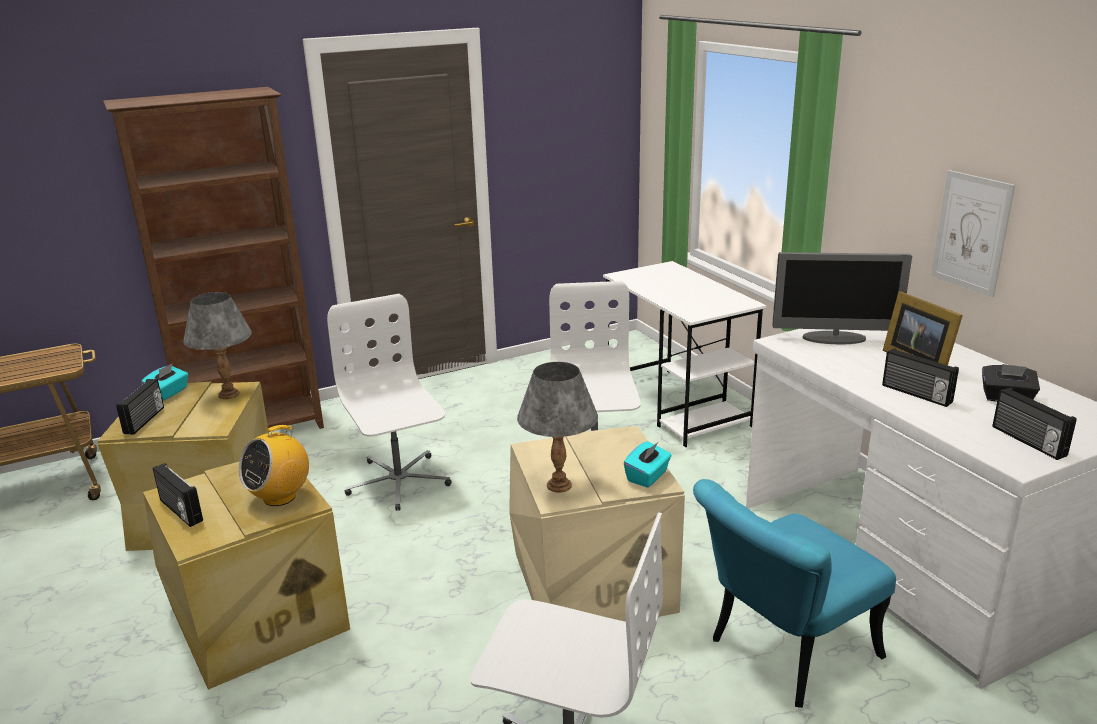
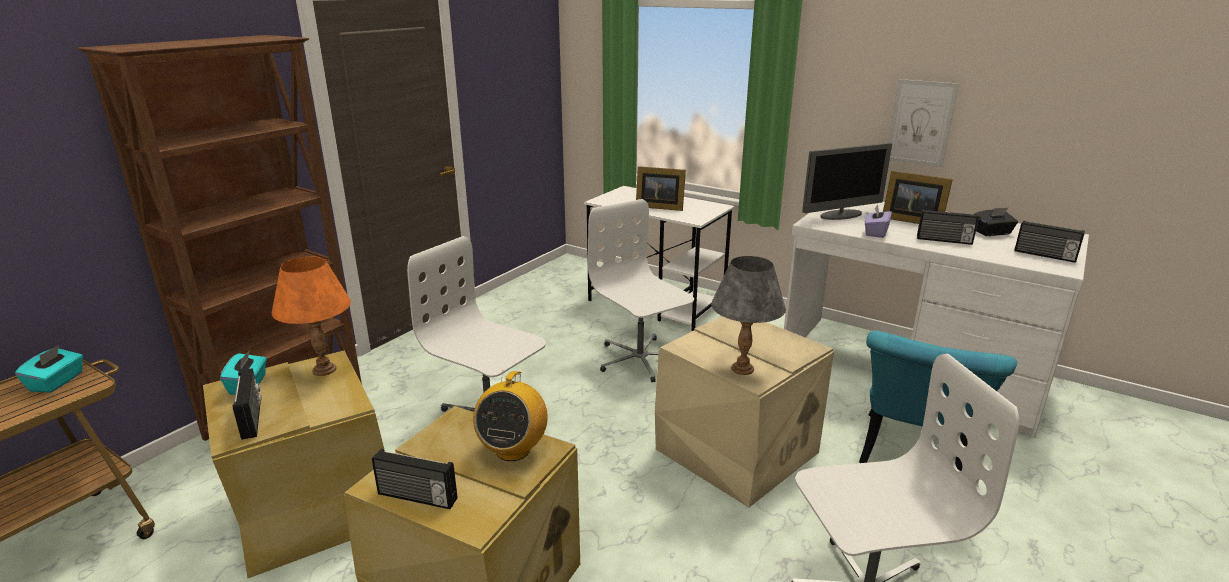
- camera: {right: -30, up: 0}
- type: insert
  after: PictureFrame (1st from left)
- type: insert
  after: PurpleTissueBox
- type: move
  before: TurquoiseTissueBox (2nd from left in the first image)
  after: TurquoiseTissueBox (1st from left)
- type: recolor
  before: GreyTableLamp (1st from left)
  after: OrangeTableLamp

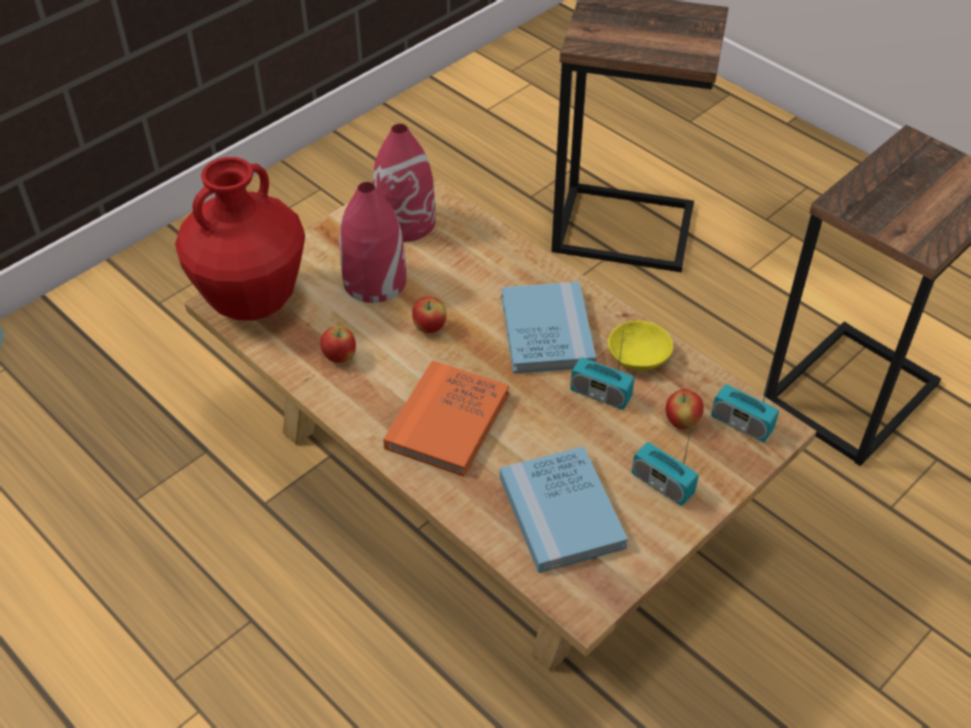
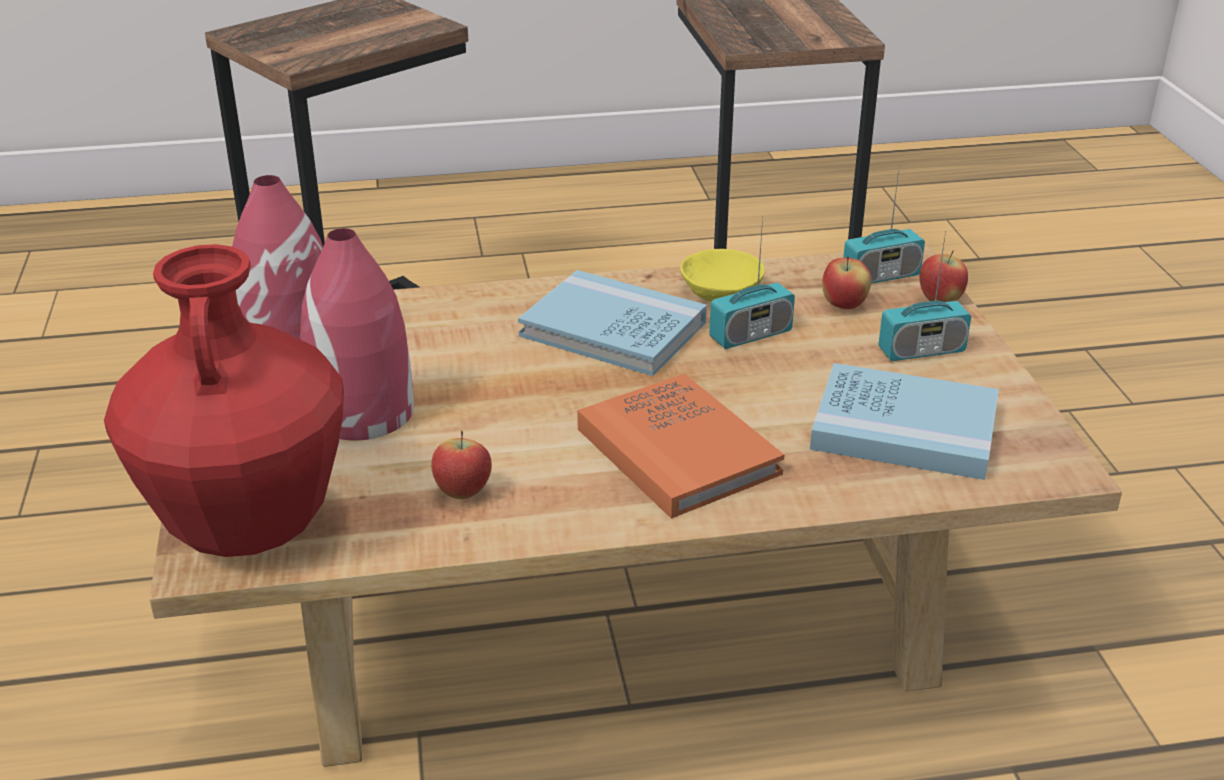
- camera: {right: -55, up: -15}
- type: move
  before: Apple (2nd from left in the first image)
  after: Apple (3rd from left)

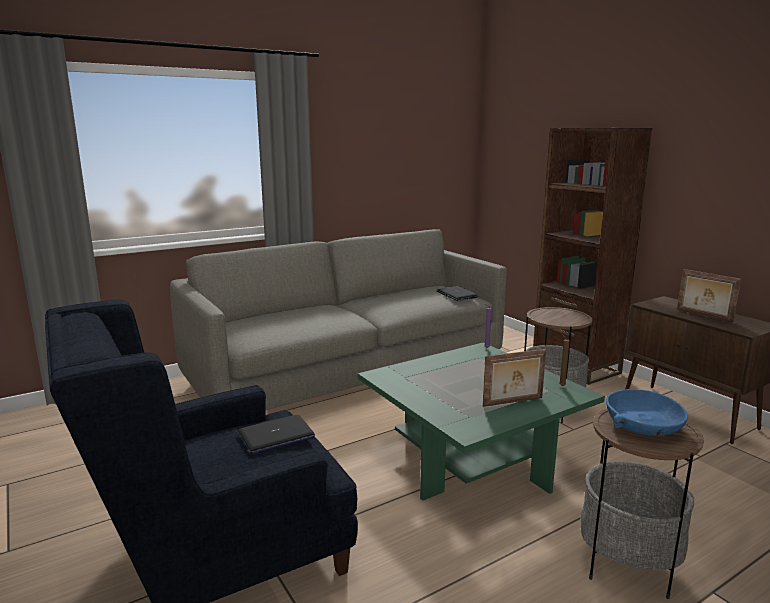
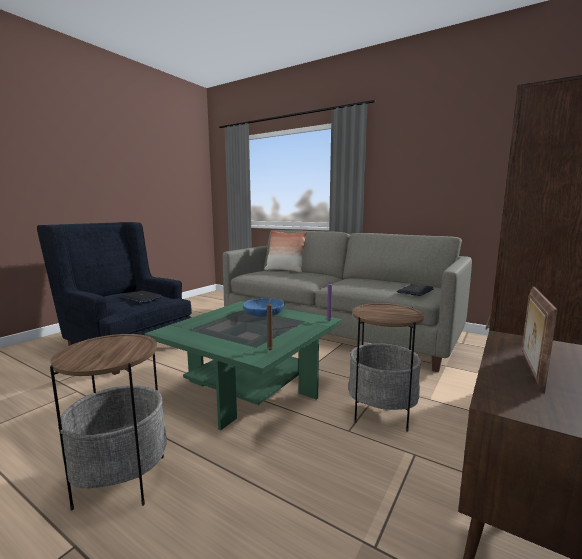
- camera: {right: 65, up: -5}
- type: delete
  before: PictureFrame (1st from left)
- type: insert
  after: Pillow
- type: move
  before: BlueBowl

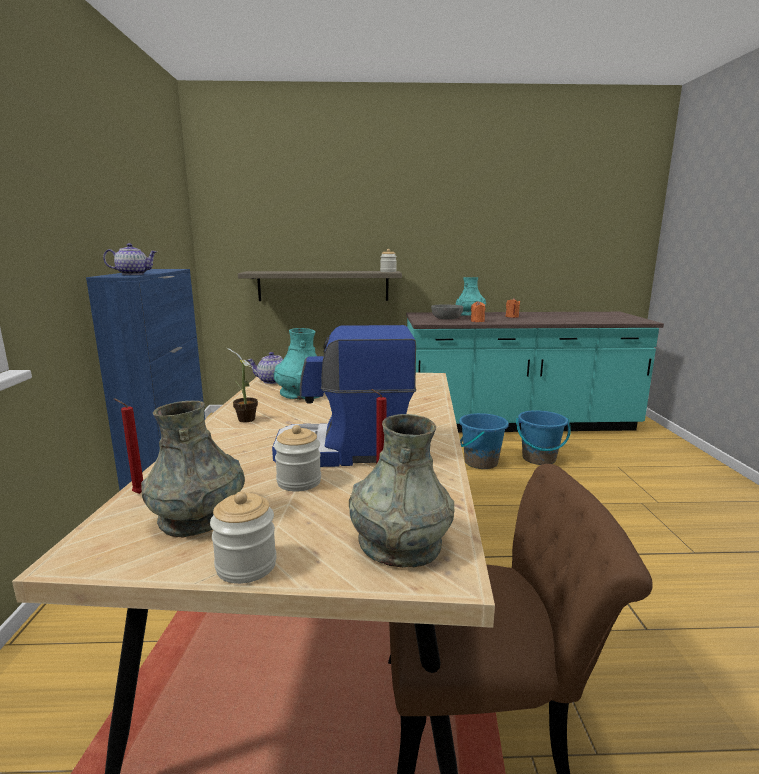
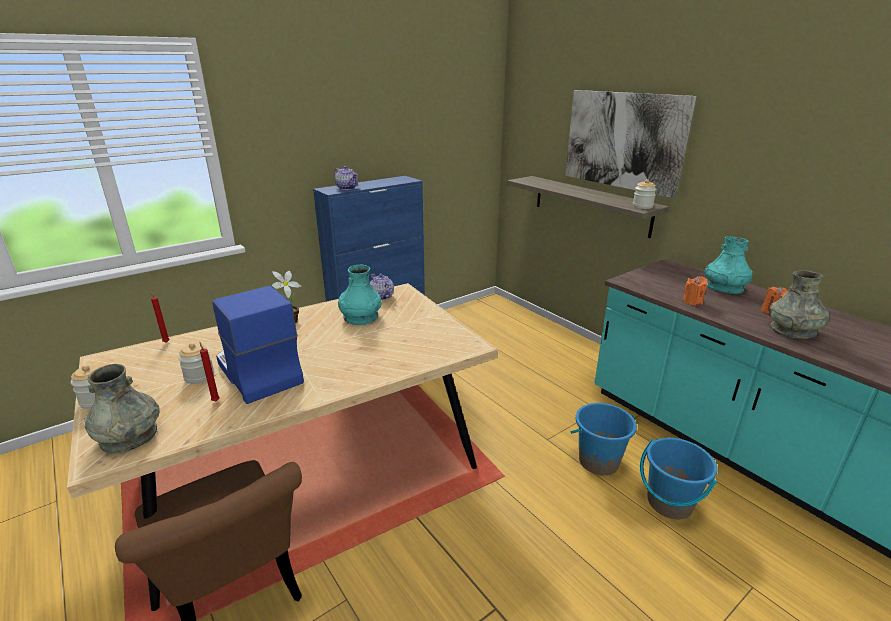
- camera: {right: 55, up: 10}
- type: delete
  before: GreyBowl
- type: insert
  after: Picture
- type: move
  before: GreyVase (1st from left in the first image)
  after: GreyVase (2nd from left)

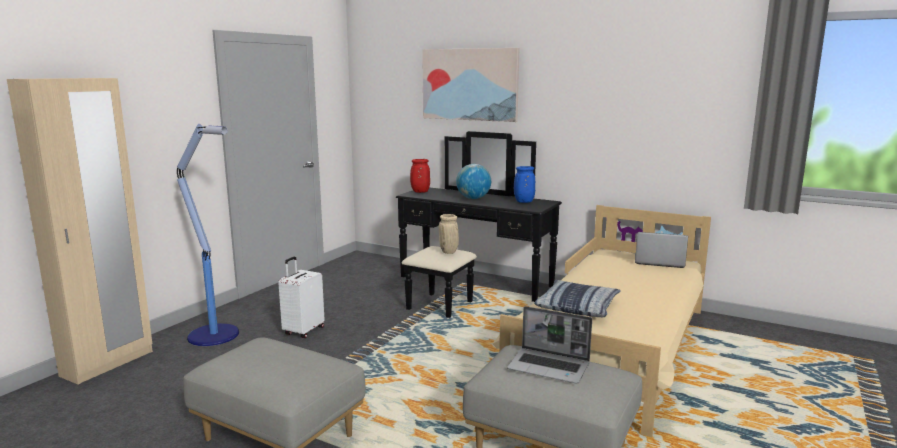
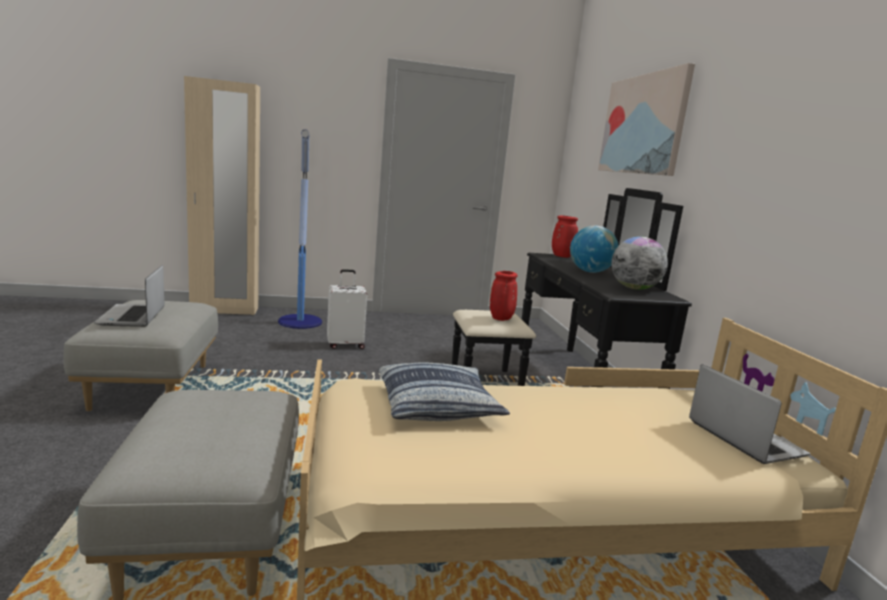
- camera: {right: 50, up: 0}
- type: move
  before: Laptop (1st from left)
- type: replace
  before: BlueVase
  after: Globe (2nd from left)
- type: recolor
  before: BeigeVase
  after: RedVase (1st from left)

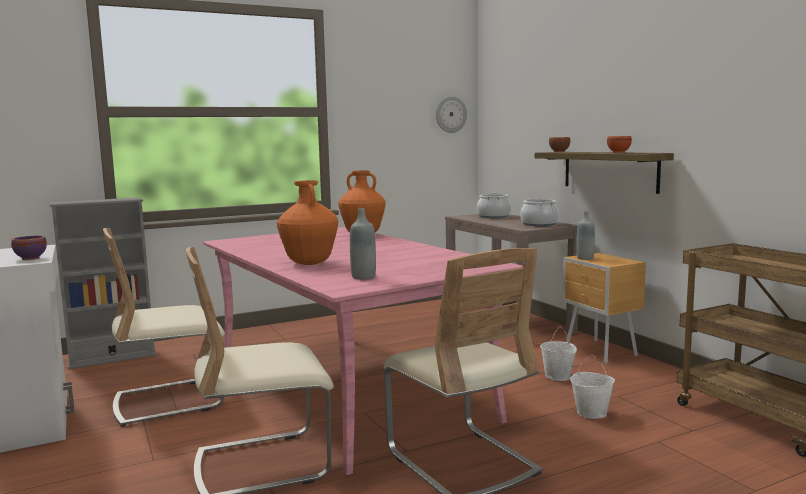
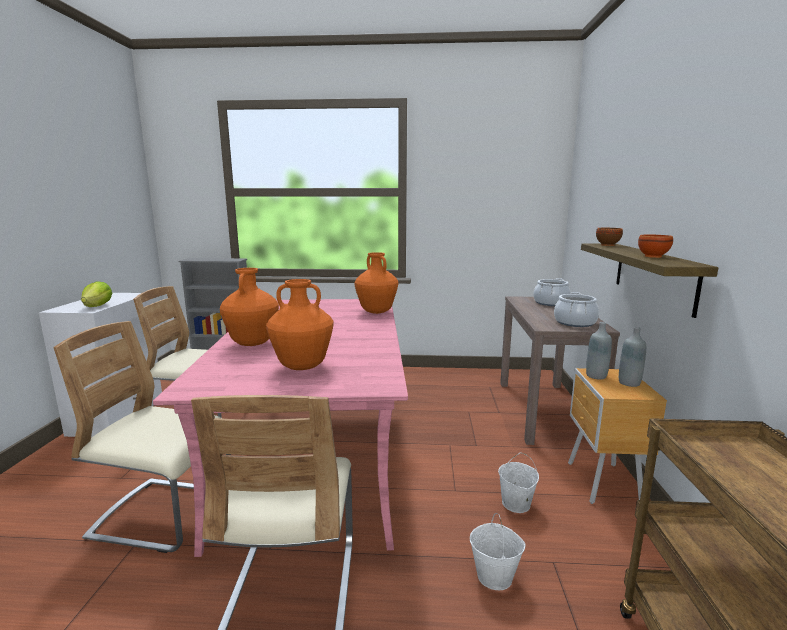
- camera: {right: 30, up: 5}
- type: delete
  before: WallClock
- type: insert
  after: OrangeVase (2nd from left)
- type: move
  before: GreyBottle (1st from left in the first image)
  after: GreyBottle (2nd from left)
- type: replace
  before: PurpleBowl
  after: Lettuce

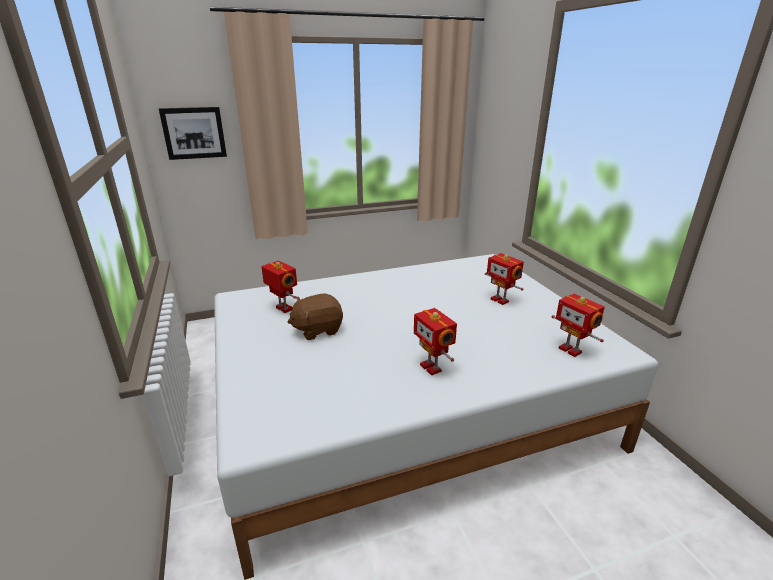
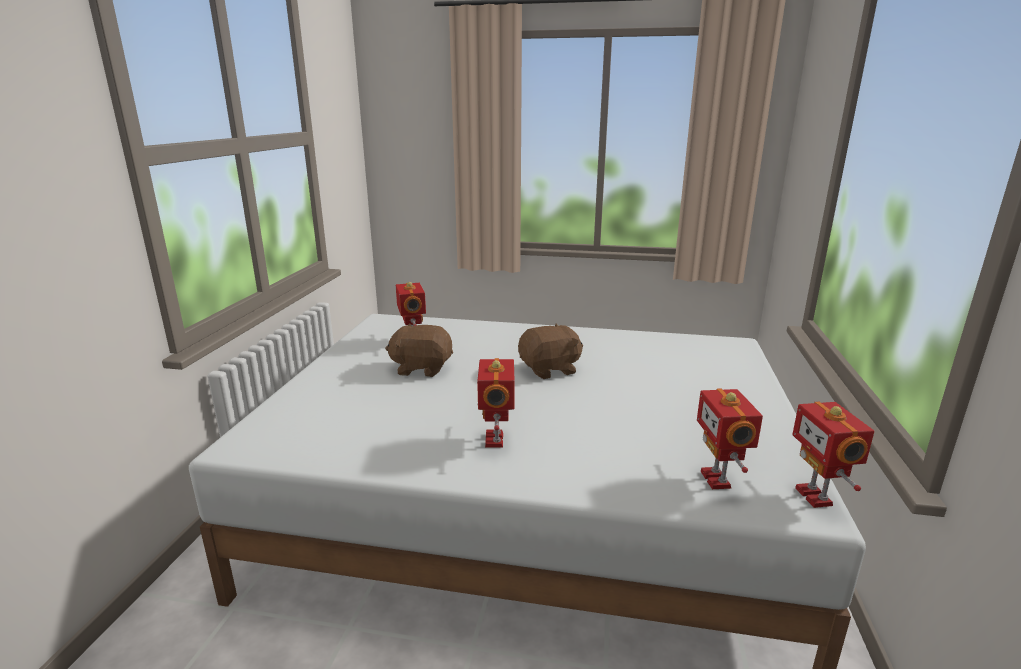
- camera: {right: 30, up: -5}
- type: delete
  before: Picture
- type: insert
  after: BrownPlushToy (2nd from left)
- type: move
  before: ToyRobot (3rd from left in the first image)
  after: ToyRobot (4th from left)

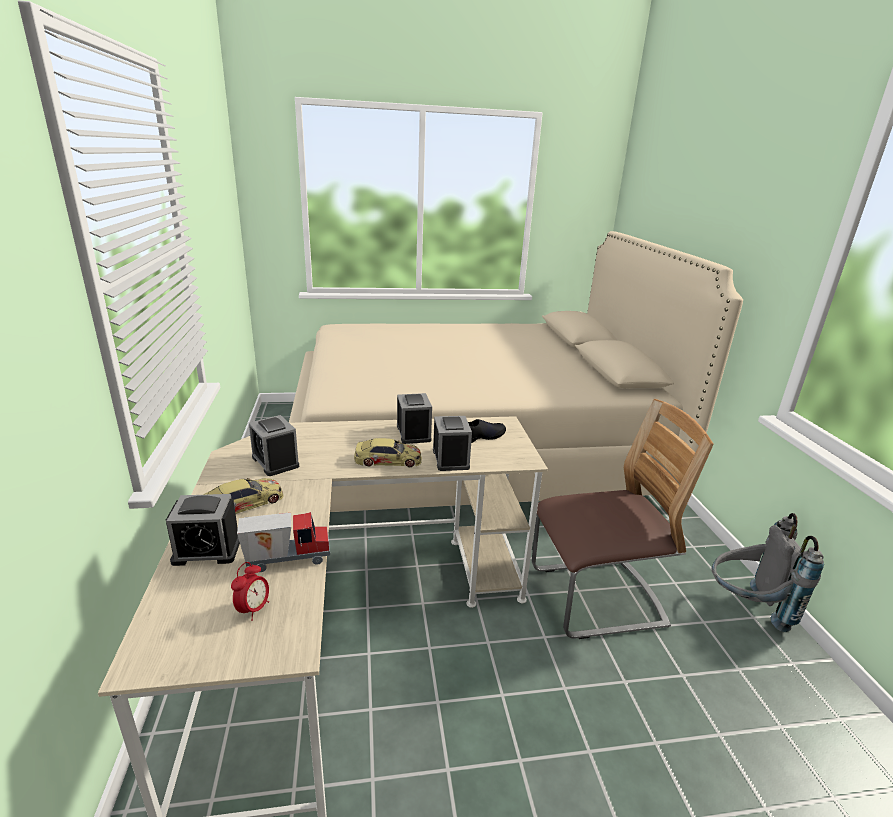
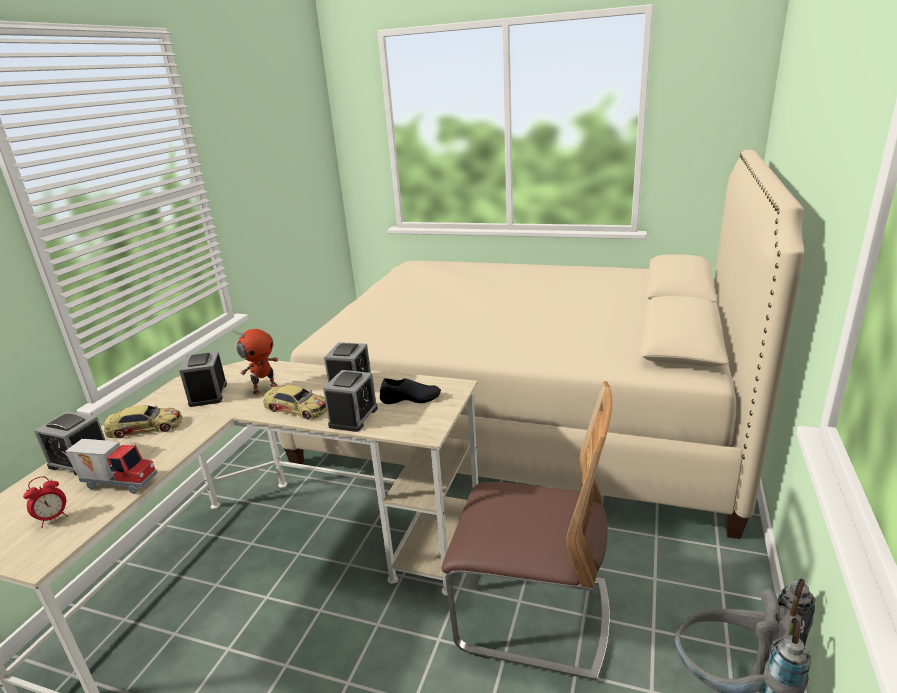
- camera: {right: 30, up: 0}
- type: insert
  after: ToyRobot

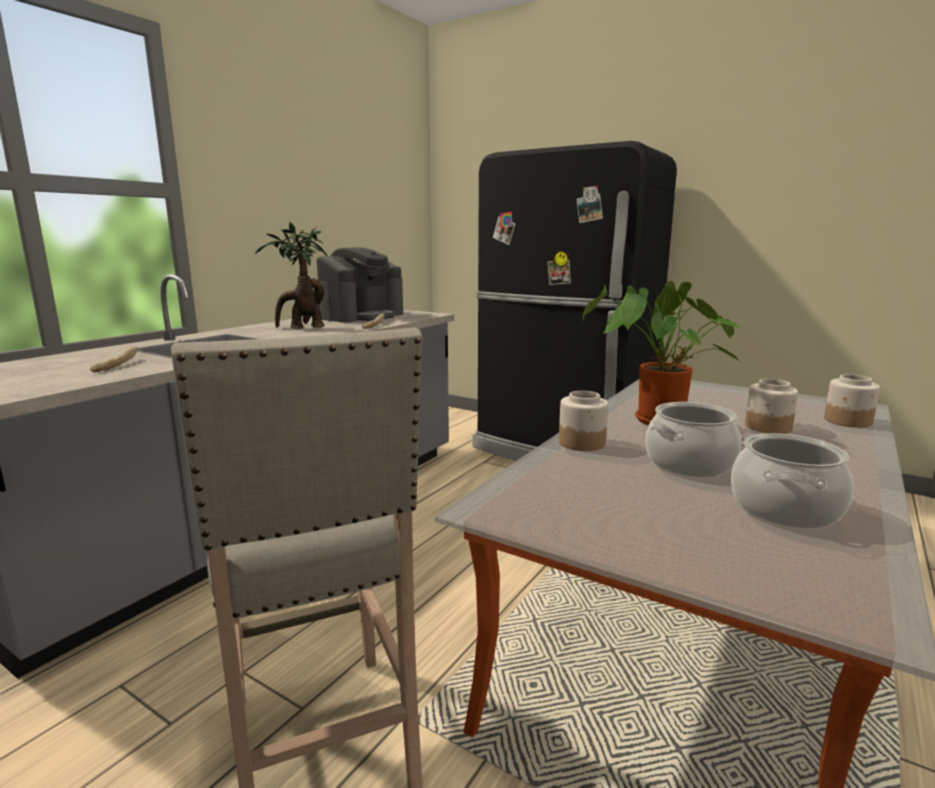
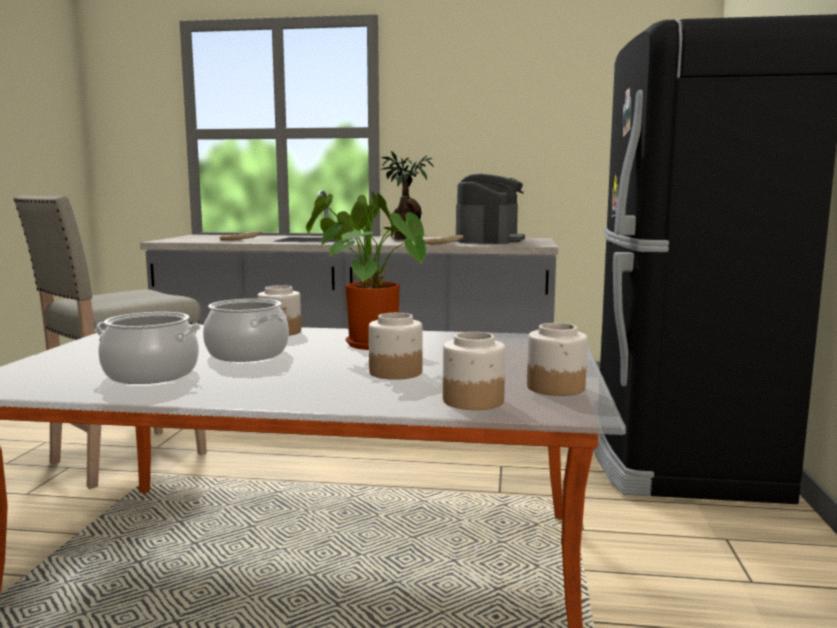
- camera: {right: 65, up: -5}
- type: insert
  after: Jar (4th from left)
- type: rotate
  before: CoffeeMachine
  turn: -90

